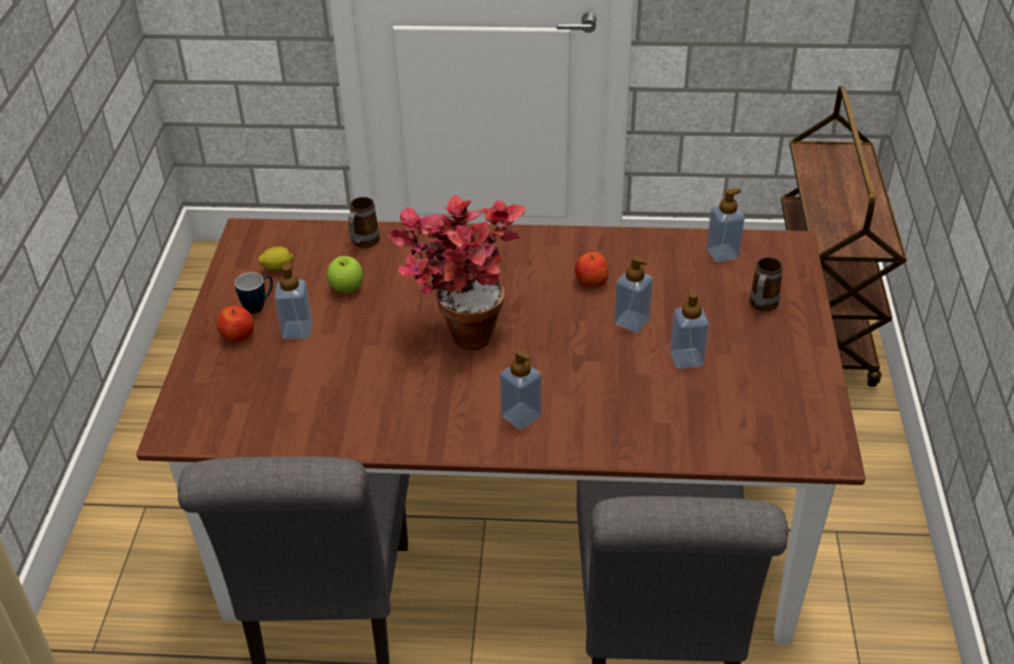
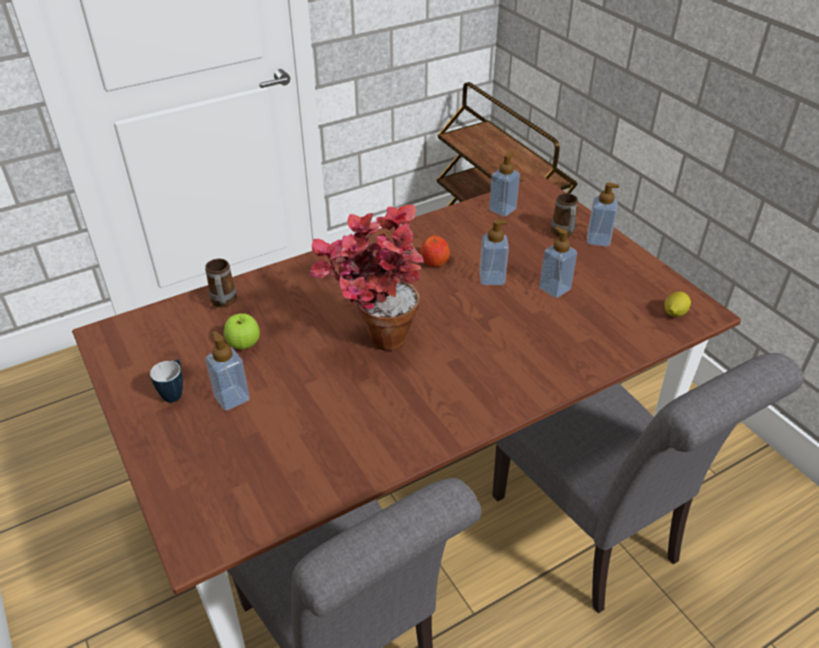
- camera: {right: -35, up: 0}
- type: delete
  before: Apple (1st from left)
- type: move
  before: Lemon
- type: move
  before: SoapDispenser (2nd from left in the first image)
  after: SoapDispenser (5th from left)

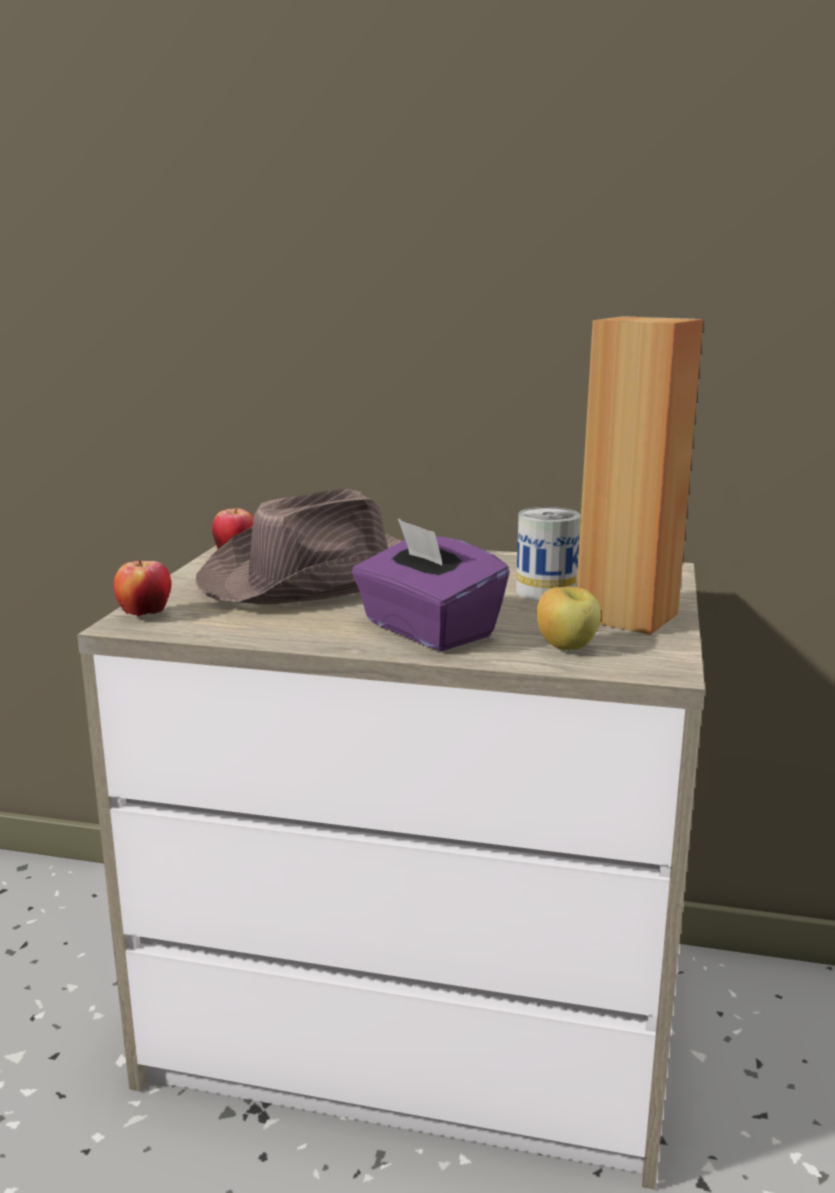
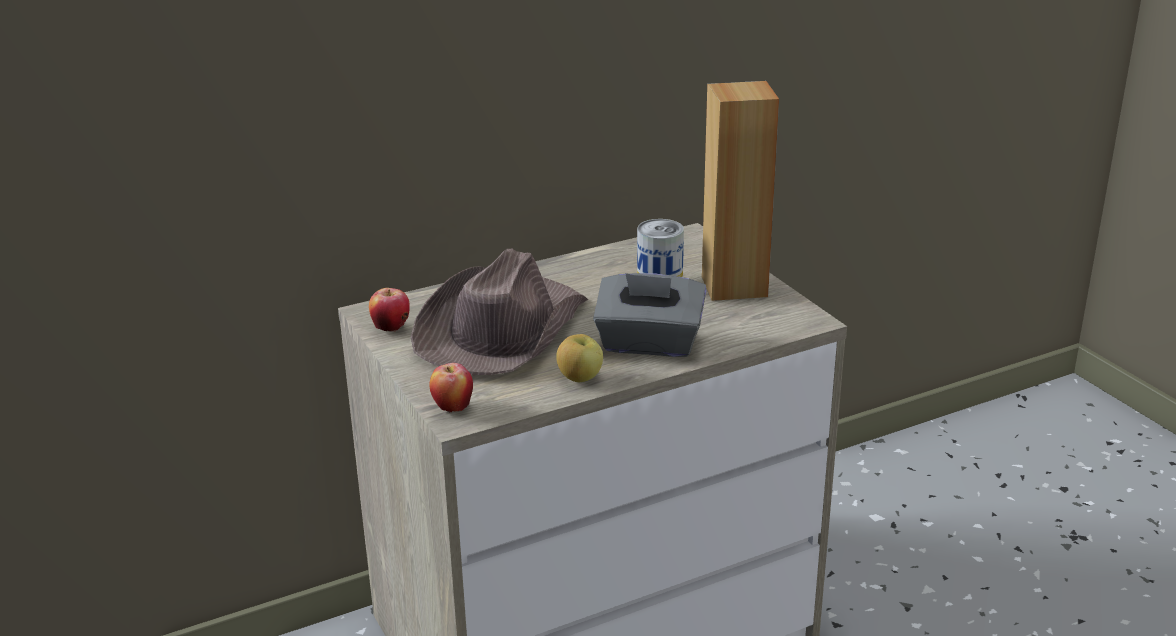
- camera: {right: -40, up: 10}
- type: move
  before: Apple (3rd from left)
- type: recolor
  before: PurpleTissueBox
  after: GreyTissueBox

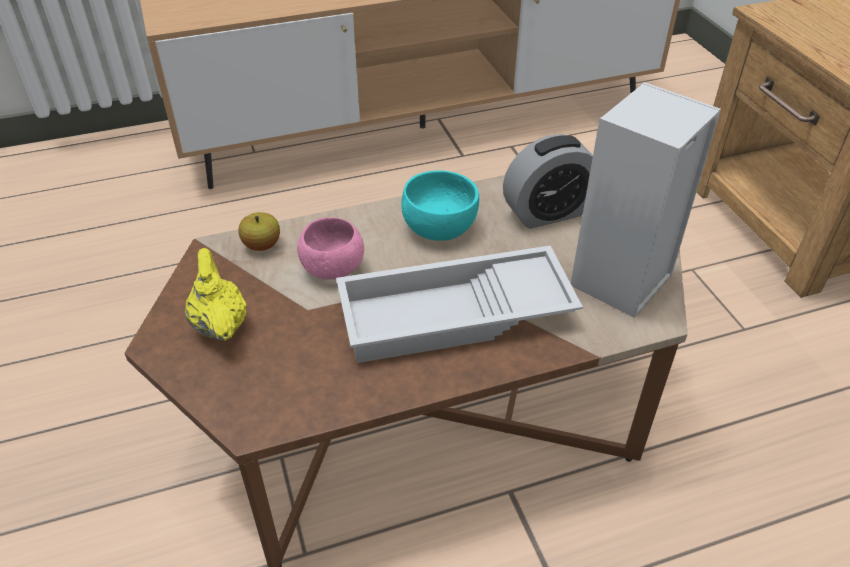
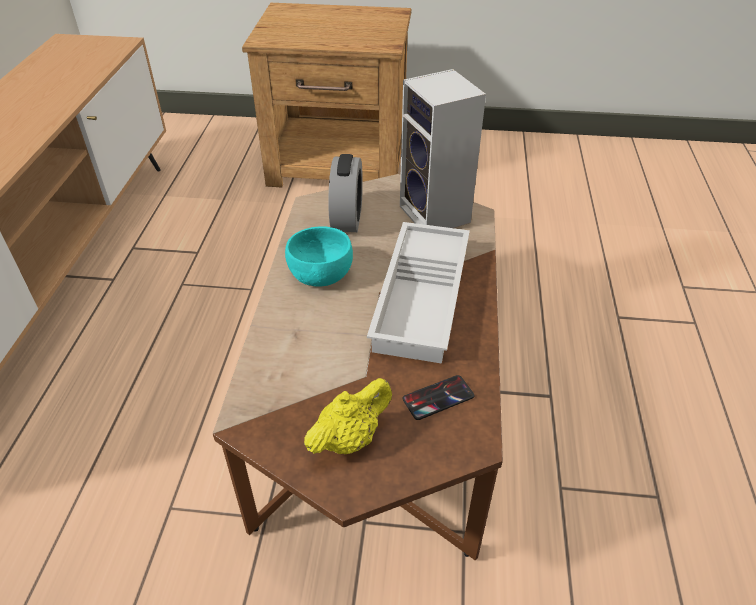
- camera: {right: -65, up: 0}
- type: delete
  before: Apple
- type: delete
  before: PinkBowl
- type: insert
  after: Phone
- type: rotate
  before: YellowTeapot
  turn: 135

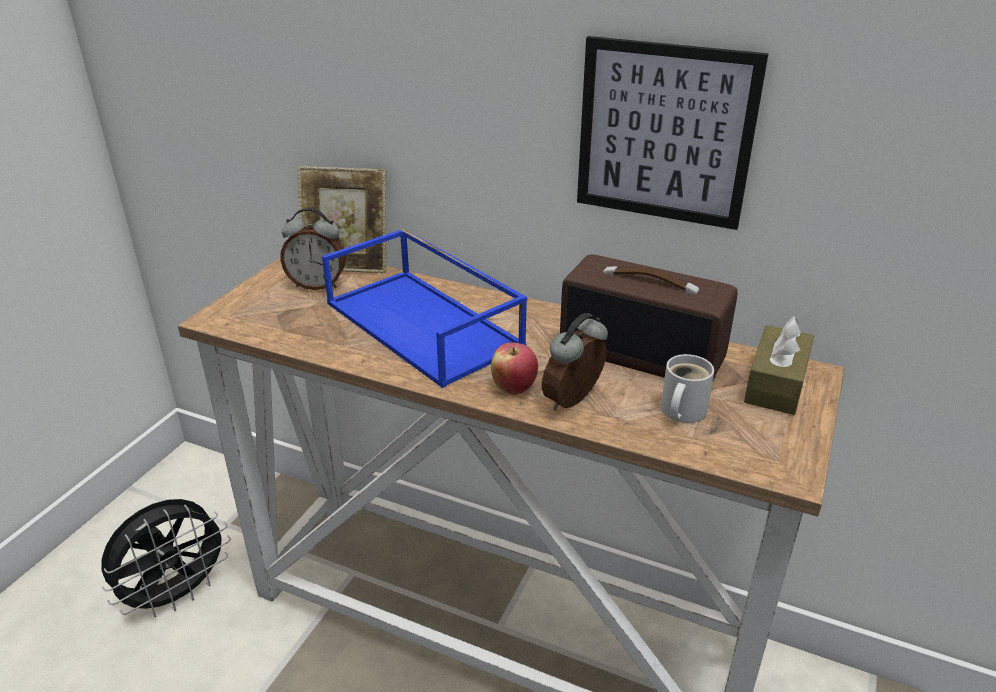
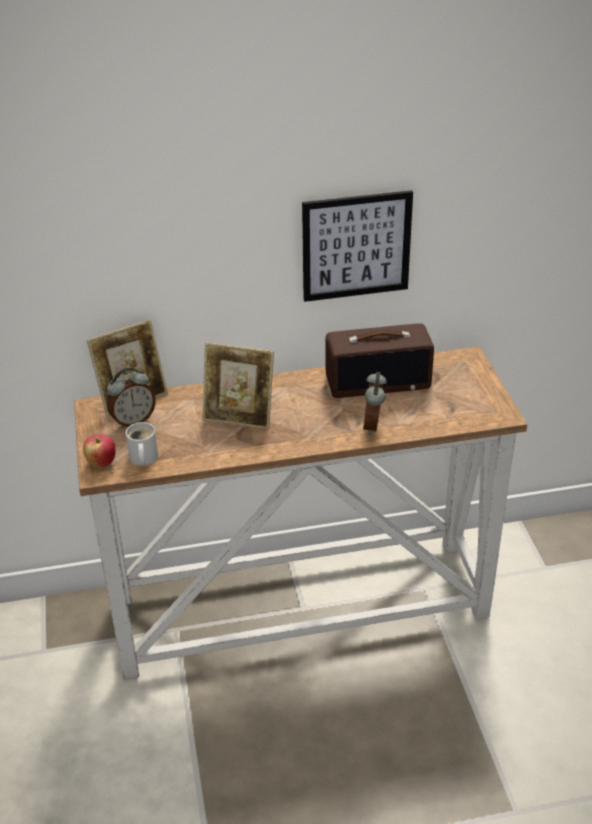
- camera: {right: -35, up: 5}
- type: delete
  before: BlackFan
- type: delete
  before: BrownTissueBox
- type: move
  before: Apple
- type: move
  before: WhiteMug
- type: replace
  before: BlueTray
  after: PictureFrame (2nd from left)

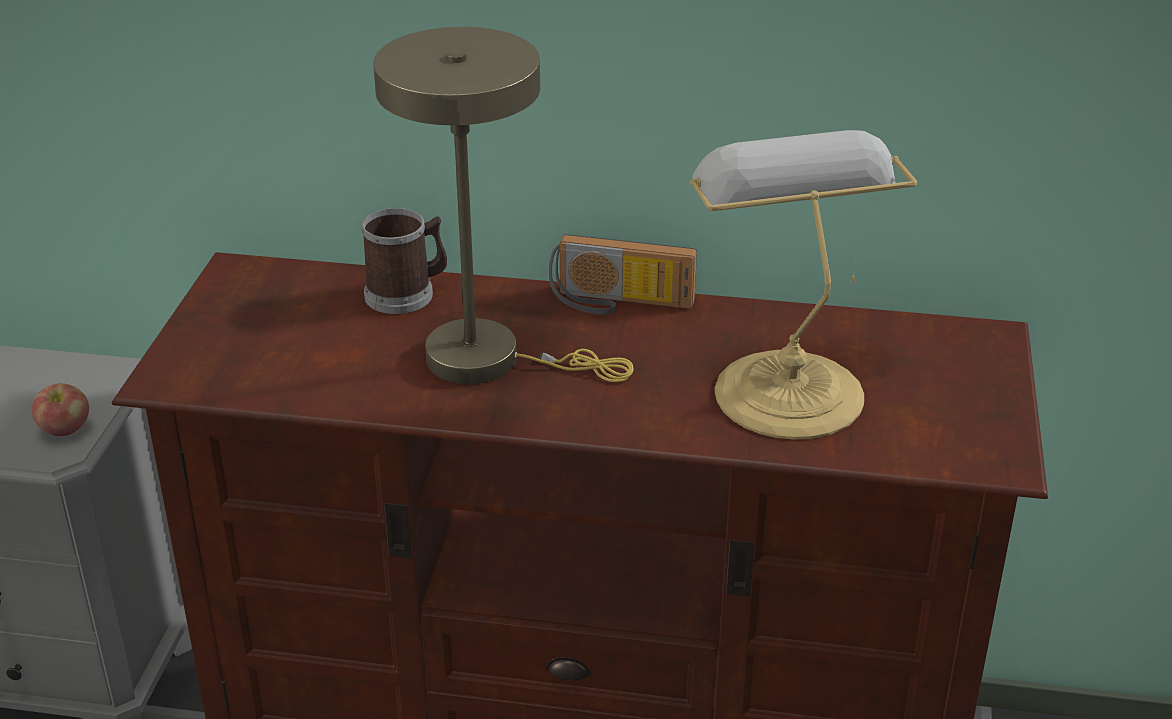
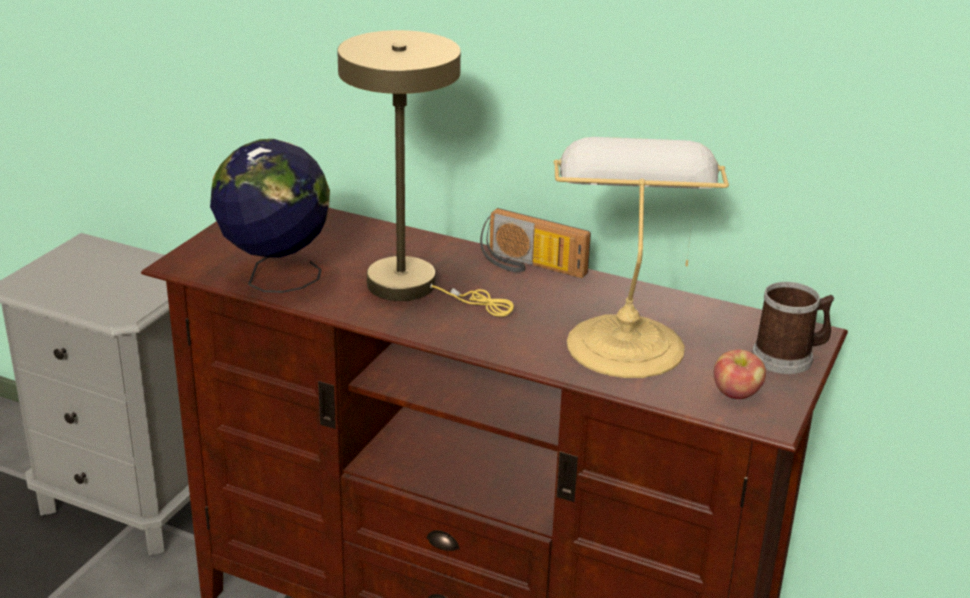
- camera: {right: 15, up: -5}
- type: insert
  after: Globe
- type: move
  before: Apple
- type: move
  before: Mug

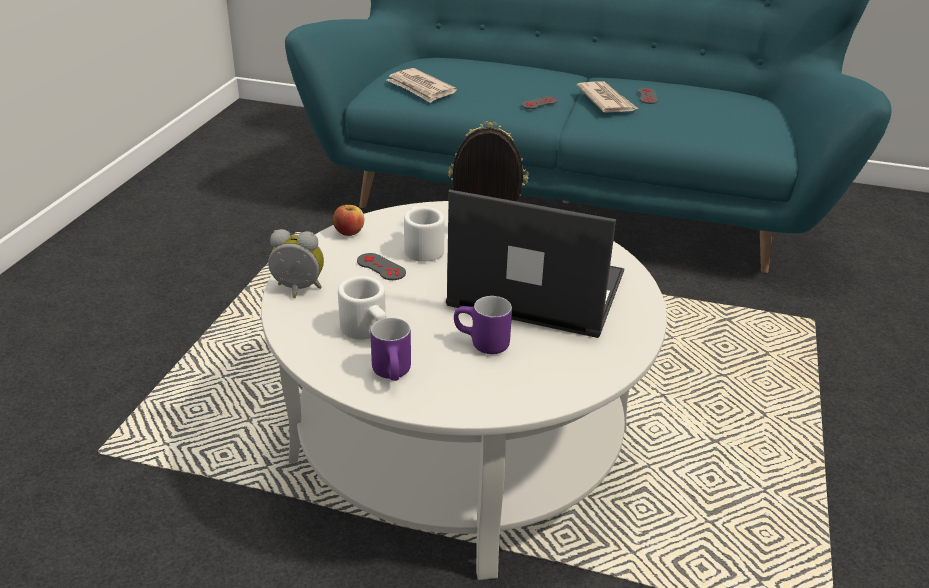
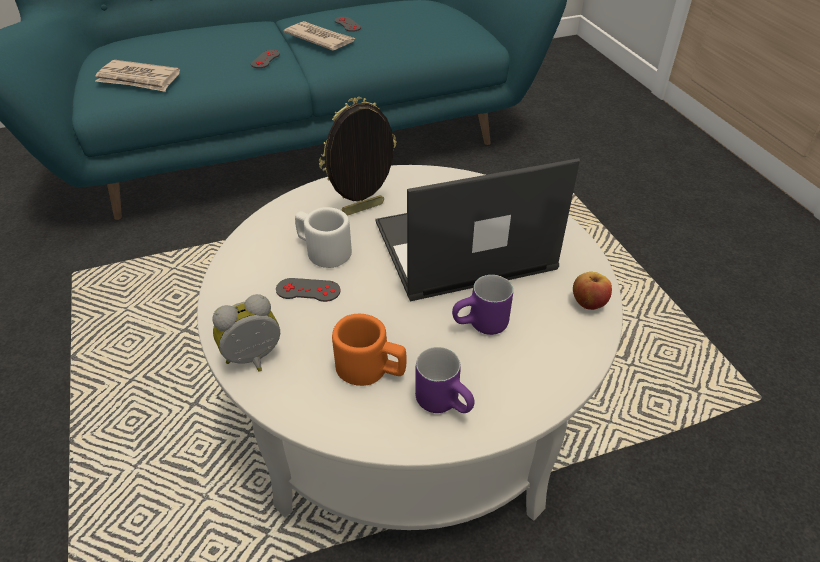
- camera: {right: -35, up: 10}
- type: move
  before: Apple
- type: recolor
  before: WhiteMug (1st from left)
  after: OrangeMug

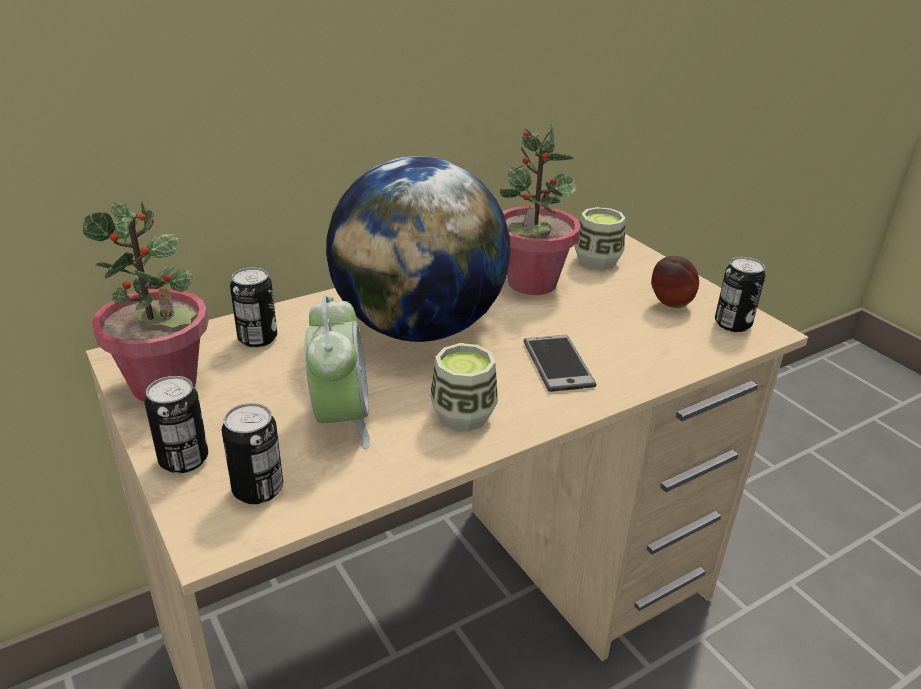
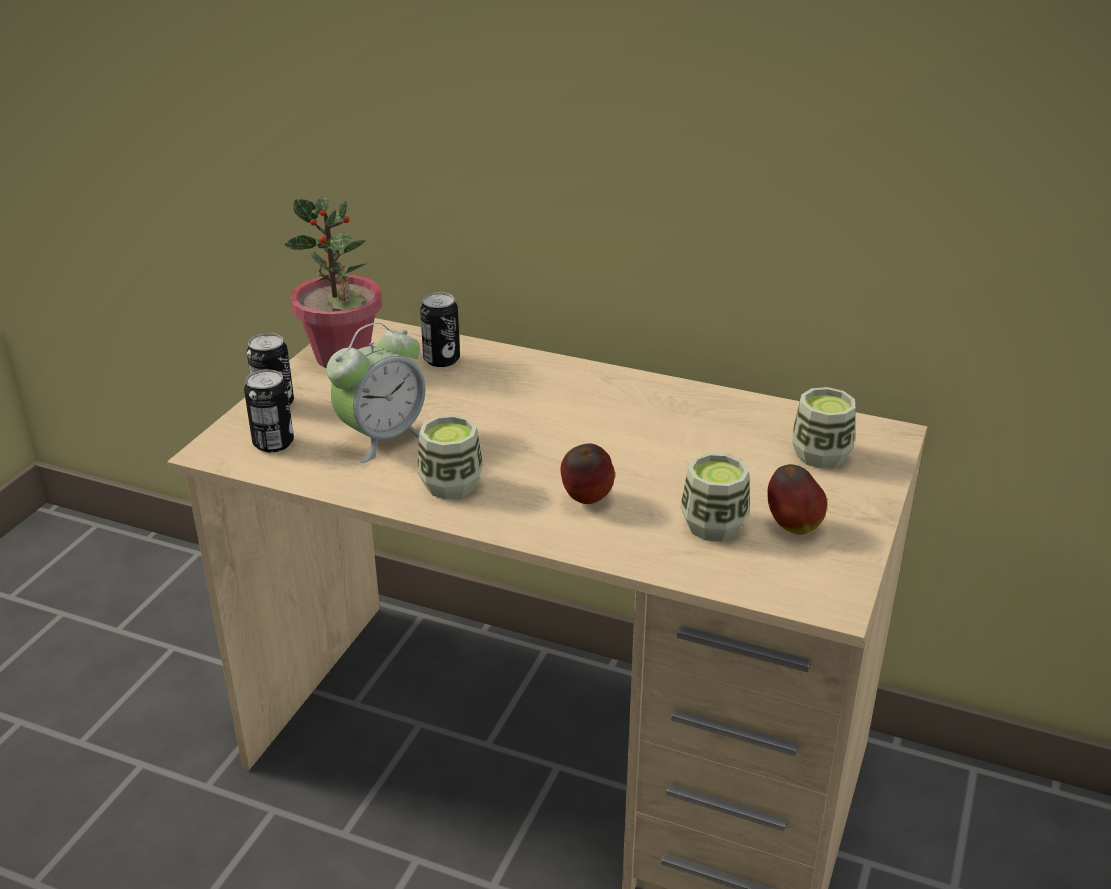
- camera: {right: 55, up: 0}
- type: delete
  before: Globe
- type: delete
  before: PottedPlant (2nd from left)
- type: delete
  before: Can (4th from left)
- type: insert
  after: Cup (2nd from left)
- type: replace
  before: Phone
  after: Apple (1st from left)

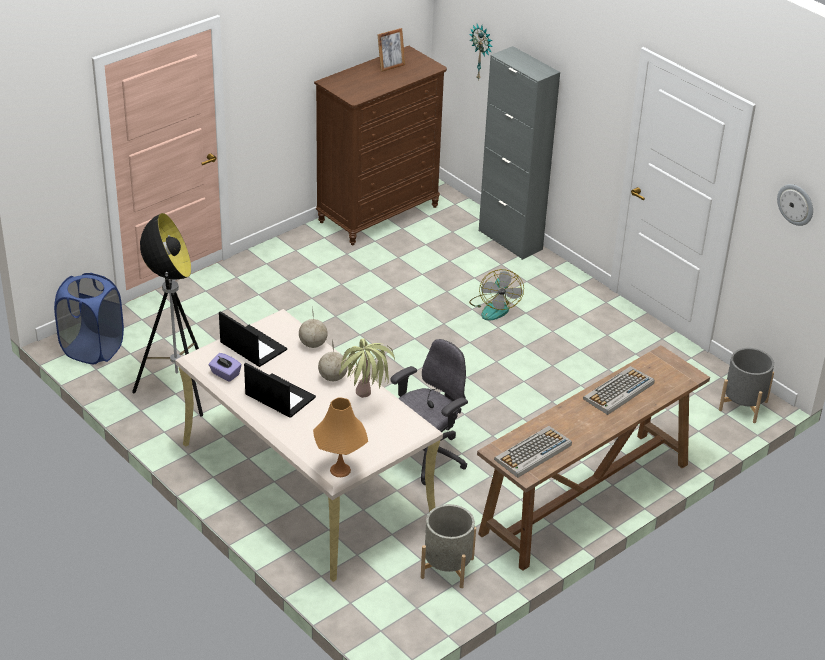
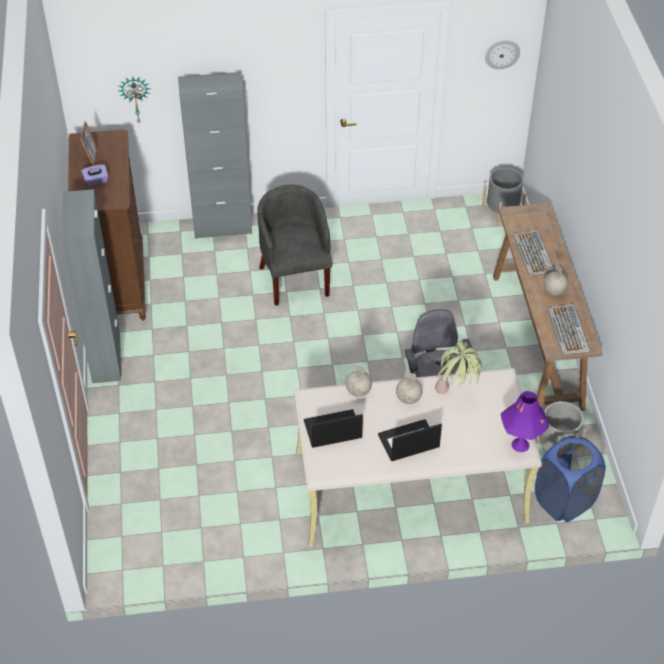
- camera: {right: -55, up: 10}
- type: delete
  before: FloorLamp
- type: insert
  after: GreyCabinet (1st from left)
- type: insert
  after: Globe (3rd from left)
- type: move
  before: BlueLaundryBasket
- type: move
  before: PurpleTissueBox
- type: replace
  before: Fan
  after: GreyArmchair
- type: recolor
  before: OrangeTableLamp
  after: PurpleTableLamp

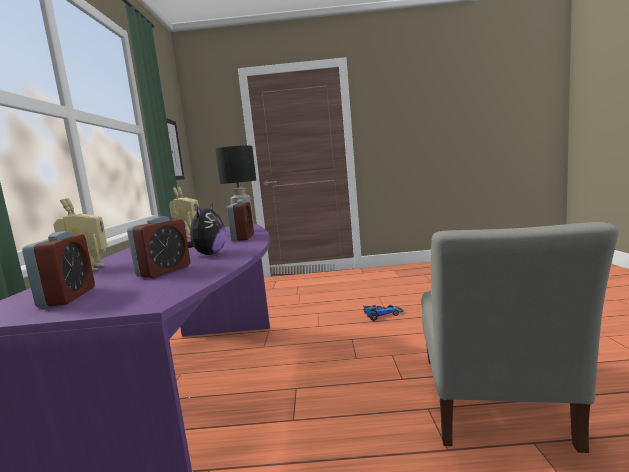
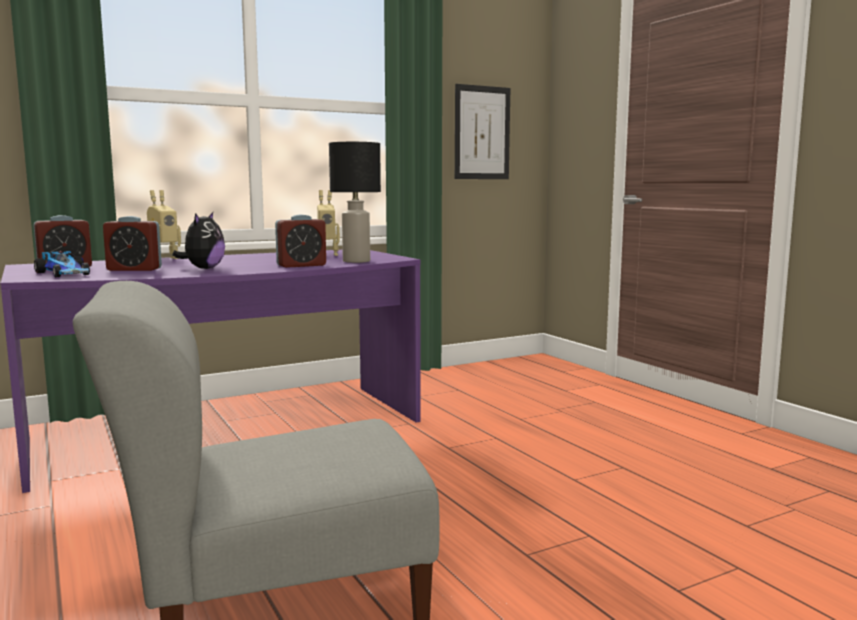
- camera: {right: 60, up: 0}
- type: move
  before: ToyCar
- type: rotate
  before: PlushToy
  turn: -60

